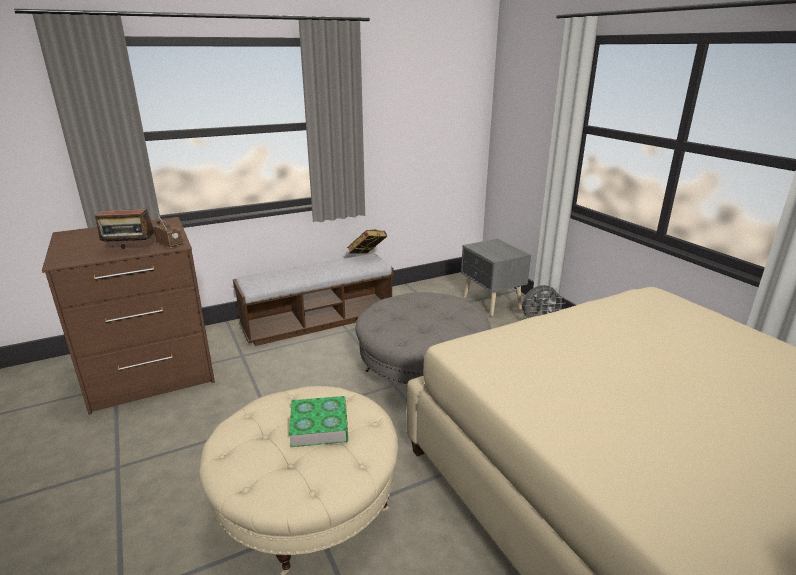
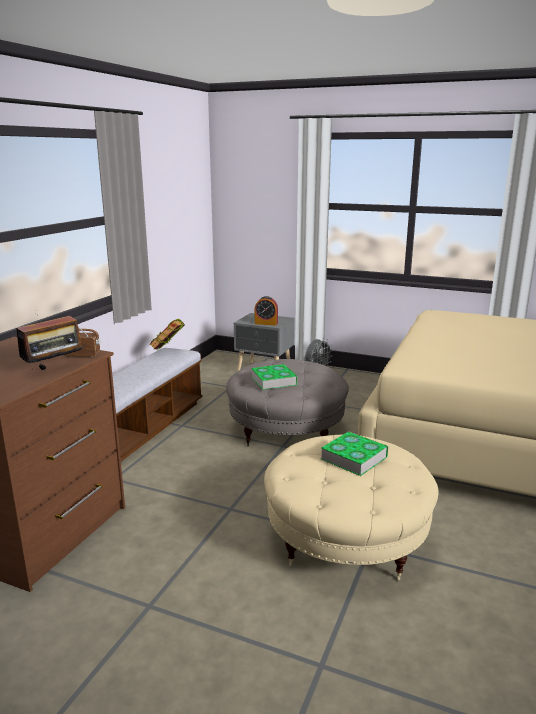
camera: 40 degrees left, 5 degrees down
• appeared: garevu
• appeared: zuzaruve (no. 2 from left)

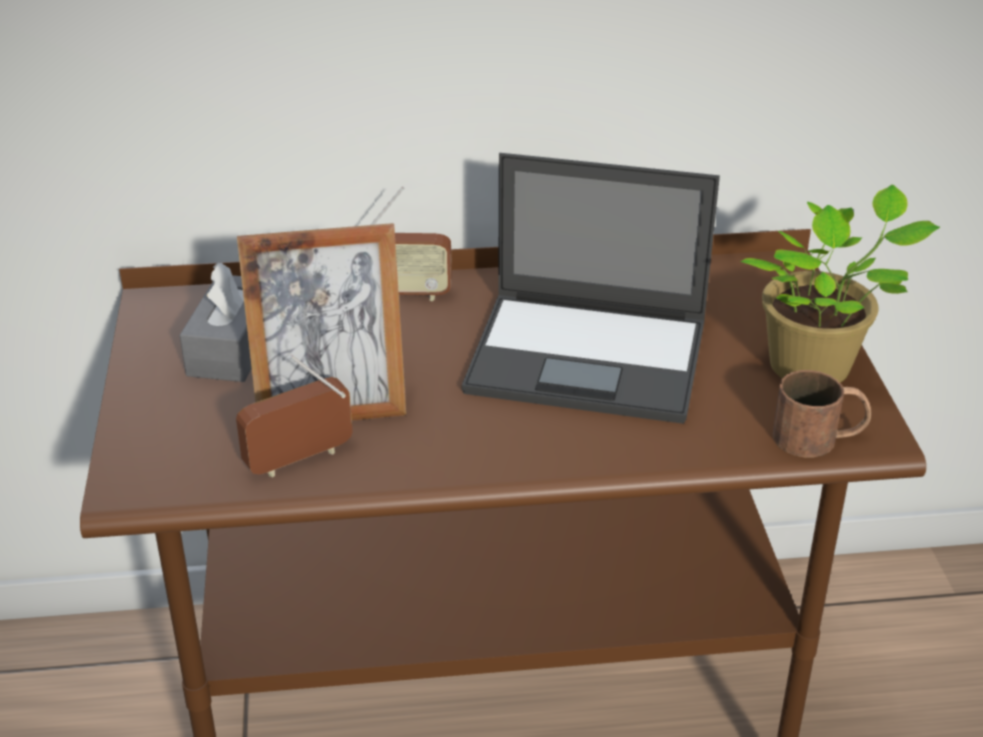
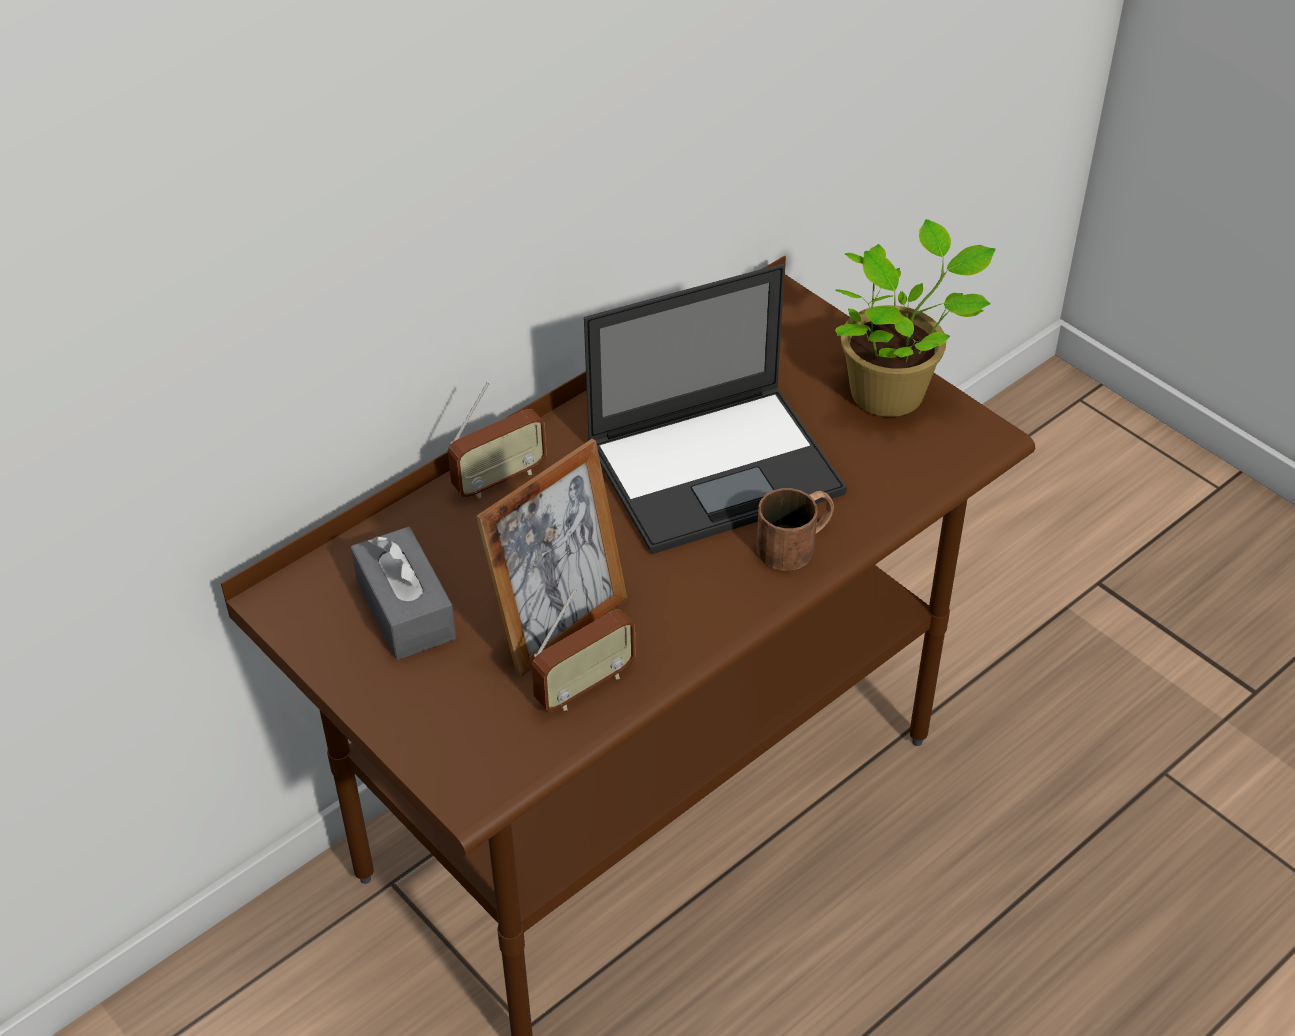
camera: 35 degrees left, 10 degrees up
• spun: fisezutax (no. 1 from left in the first image) 150 degrees counterclockwise
• relocated: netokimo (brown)

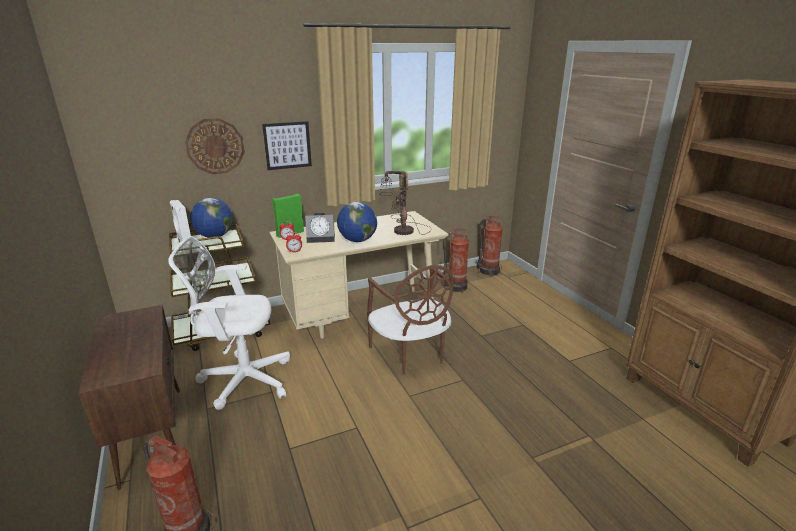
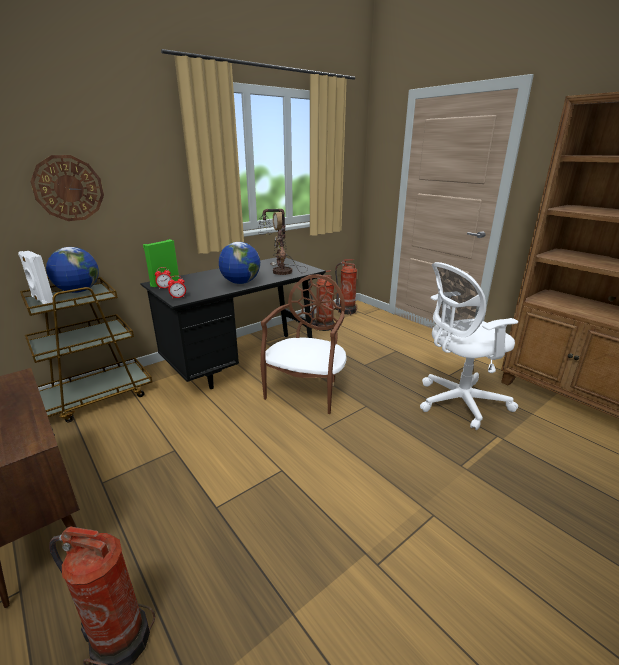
camera: 15 degrees left, 0 degrees up
• missing: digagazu
• colour: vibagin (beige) to vibagin (black)
• missing: garevu (no. 3 from left)
• relocated: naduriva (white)
• spun: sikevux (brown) 120 degrees counterclockwise

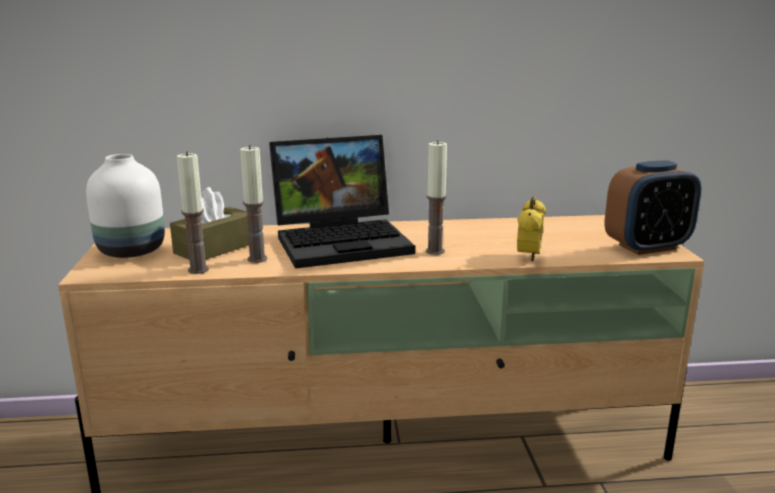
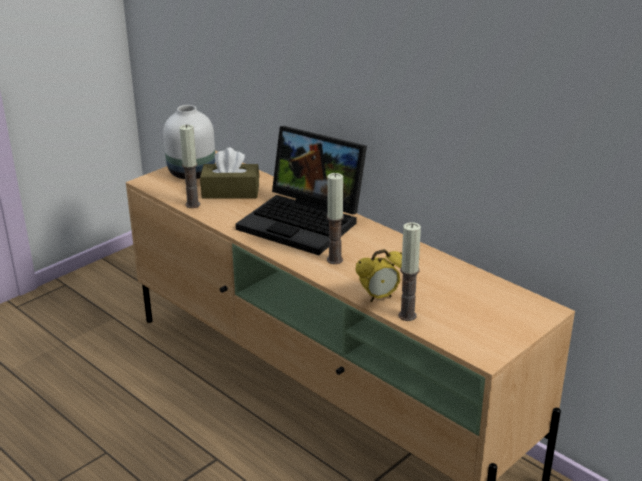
camera: 50 degrees right, 10 degrees up
• relocated: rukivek (no. 2 from left in the first image) to rukivek (no. 3 from left)
• missing: garevu (no. 2 from left)

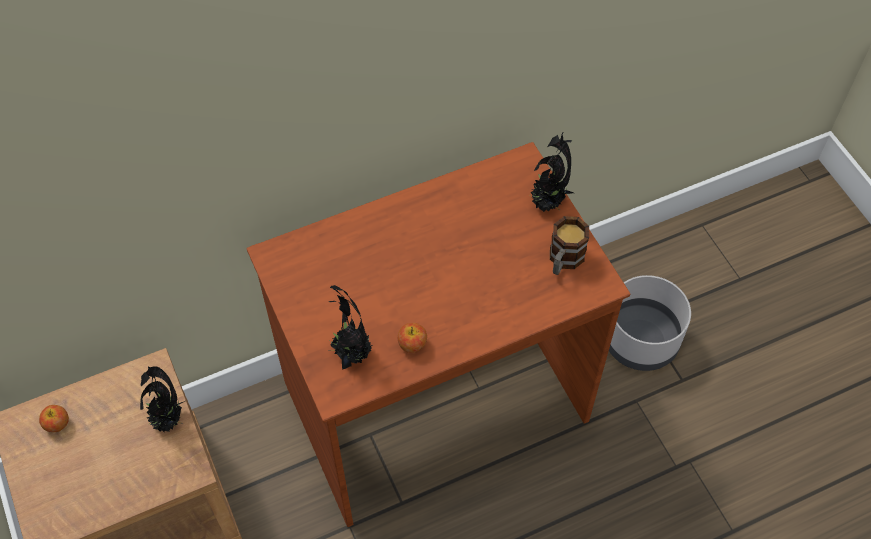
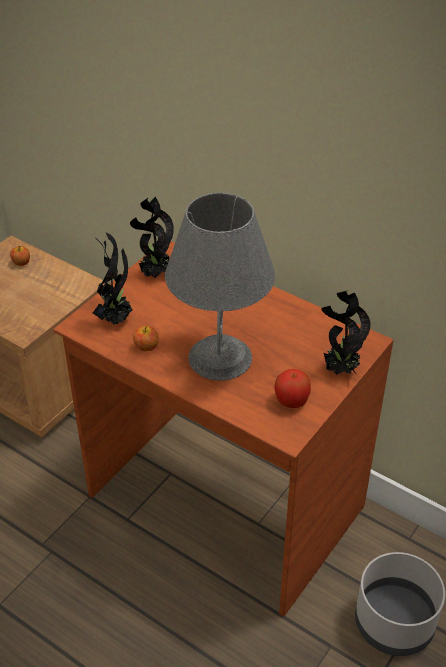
camera: 60 degrees right, 15 degrees down
• exchanged: netokimo to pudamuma (no. 3 from left)
• relocated: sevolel (no. 1 from left in the first image) to sevolel (no. 2 from left)
• appeared: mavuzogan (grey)

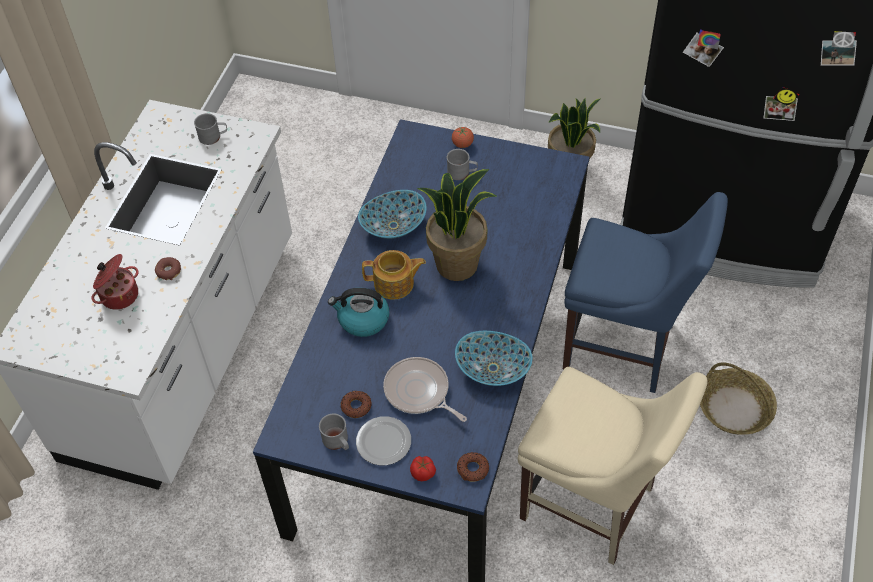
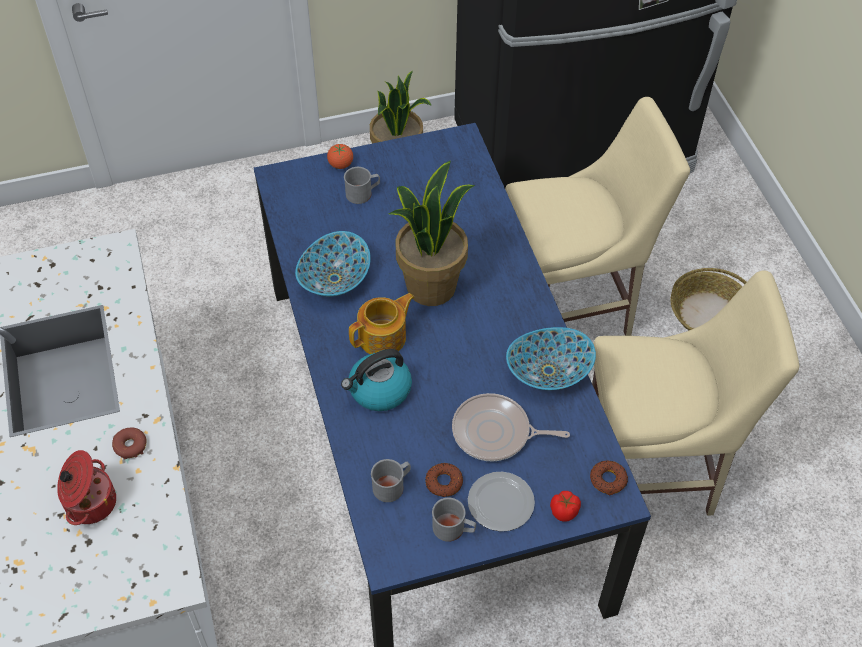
camera: 35 degrees left, 0 degrees up
• relocated: netokimo (grey) (no. 1 from left in the first image) to netokimo (grey) (no. 2 from left)
• colour: sikevux (blue) to sikevux (beige) (no. 1 from left)

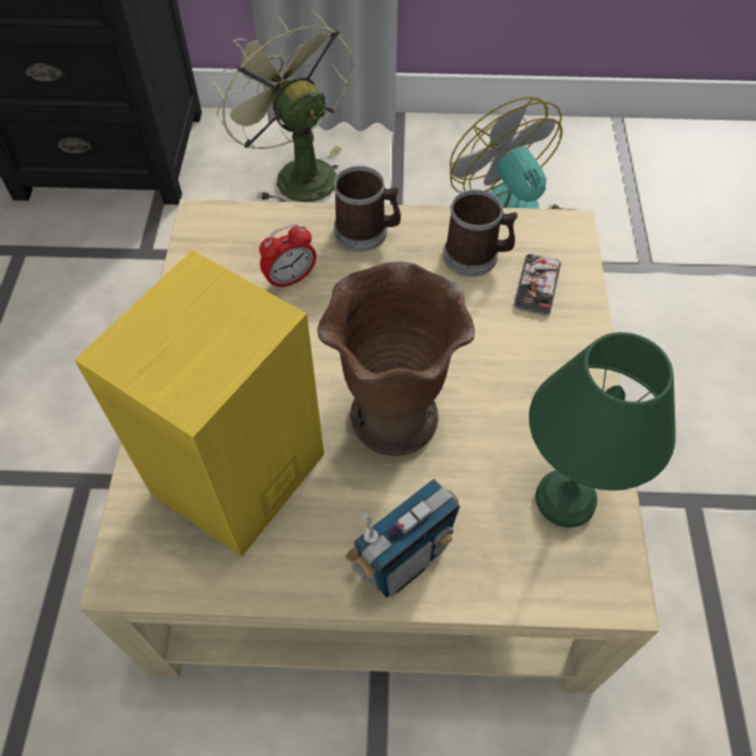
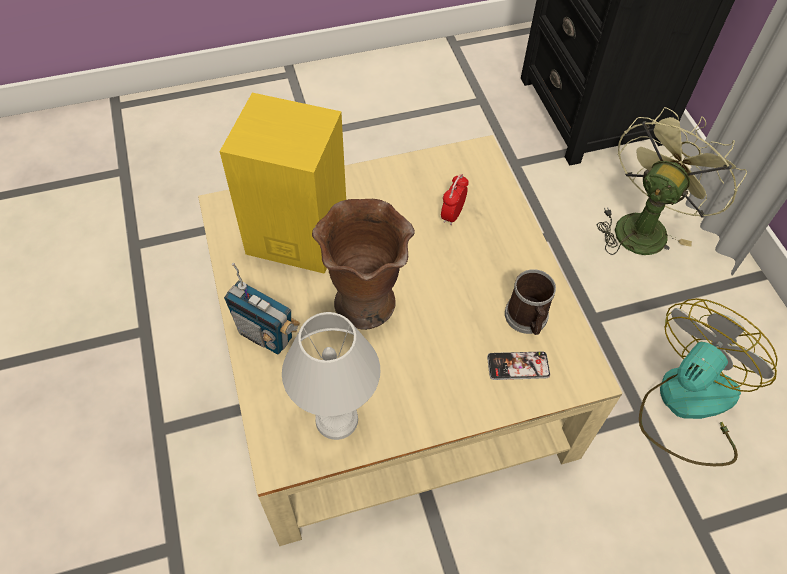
camera: 70 degrees right, 0 degrees up
• missing: netokimo (no. 1 from left)
• spun: garevu 75 degrees clockwise
• colour: mavuzogan (green) to mavuzogan (white)

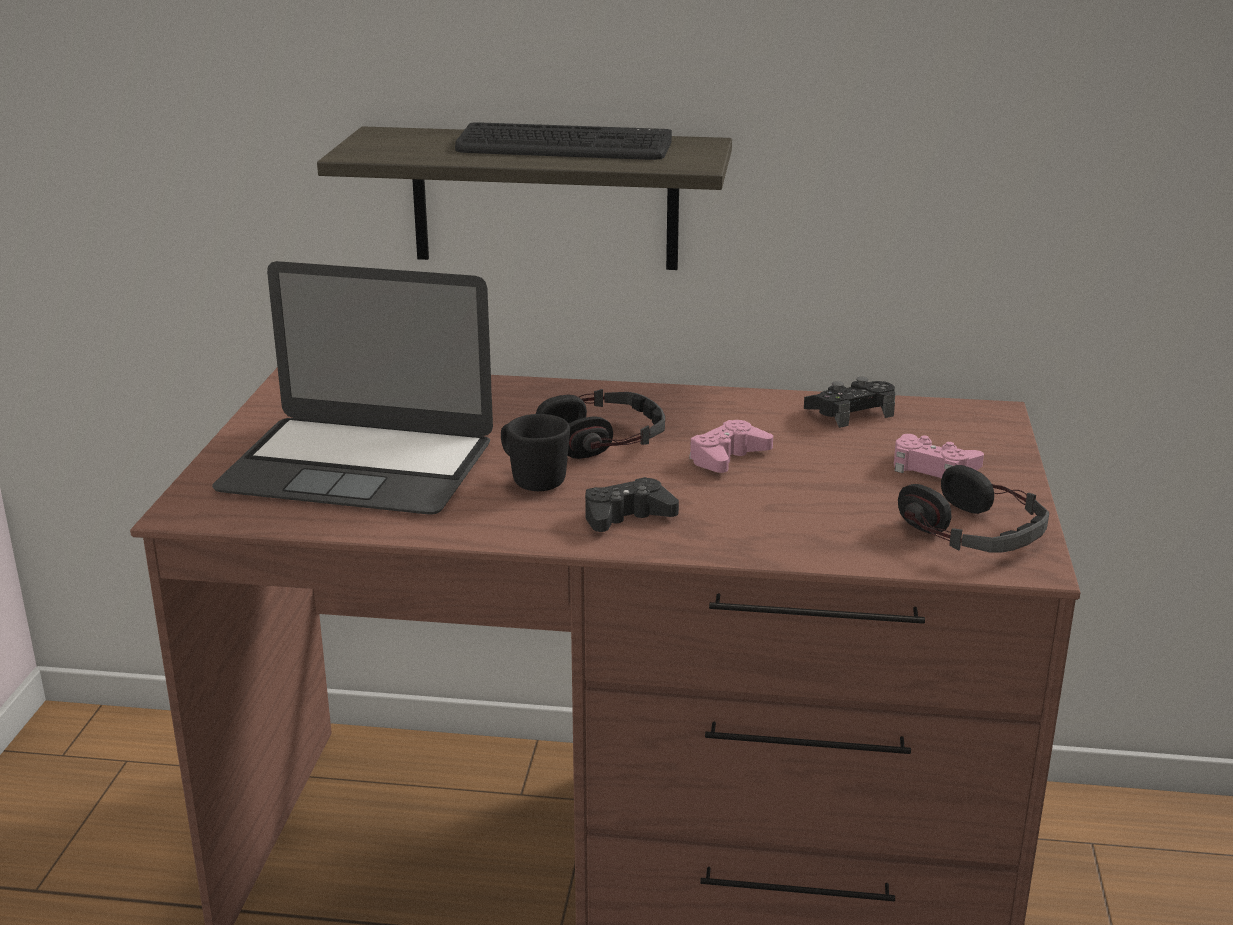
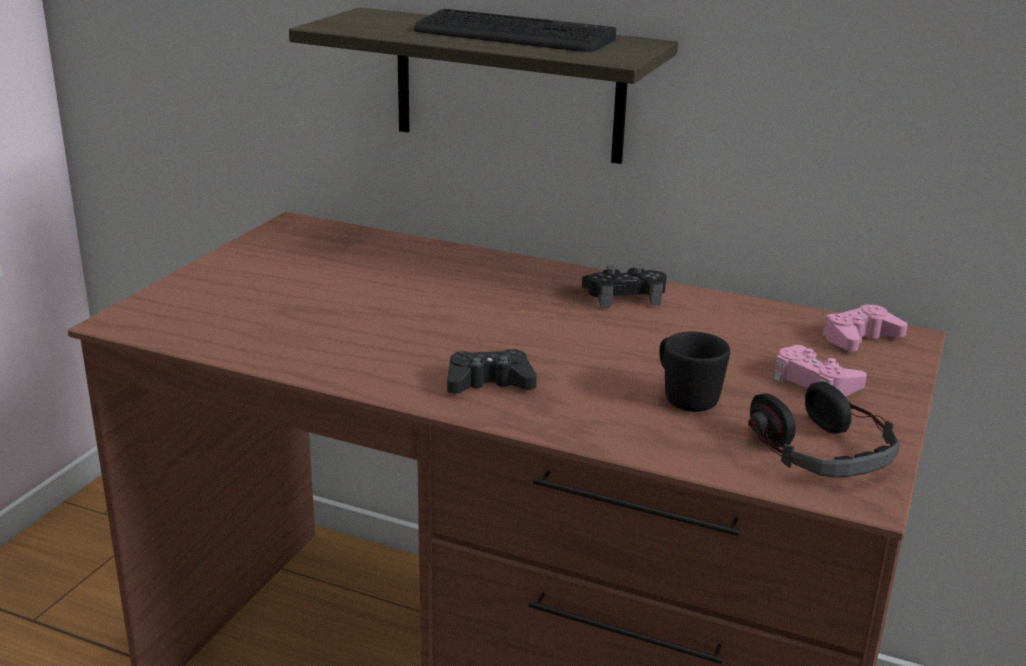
camera: 15 degrees right, 0 degrees up
• missing: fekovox
• relocated: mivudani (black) (no. 2 from left)
• missing: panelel (no. 1 from left)
• relocated: netokimo (black)
• relocated: mivudani (pink) (no. 1 from left in the first image) to mivudani (pink) (no. 2 from left)

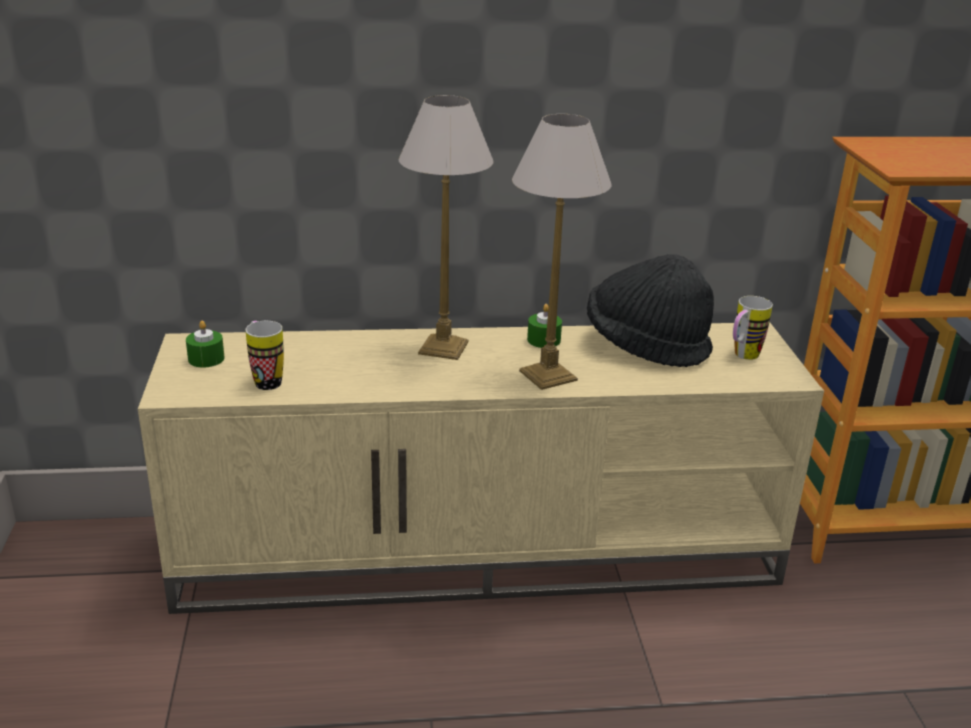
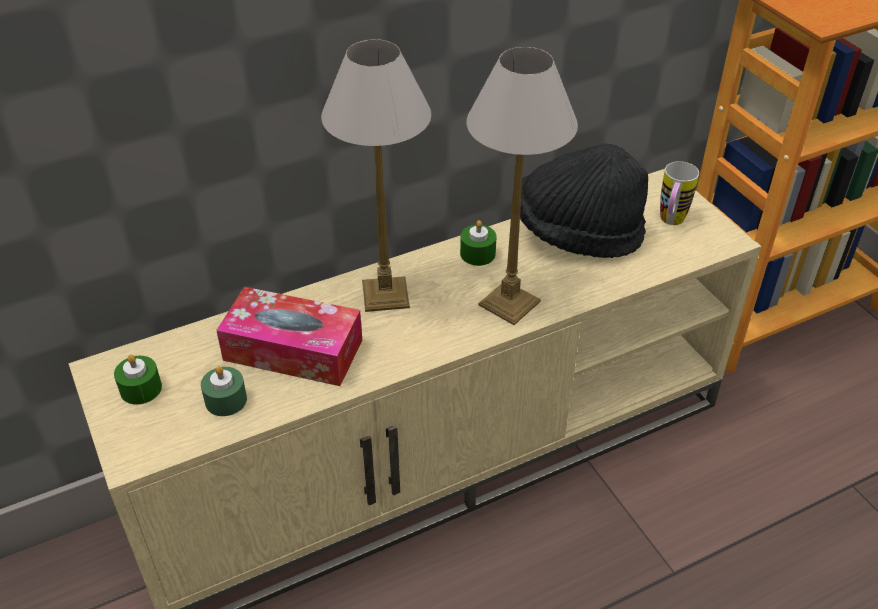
camera: 20 degrees left, 15 degrees up
• exchanged: netokimo (no. 1 from left) to rukivek (green) (no. 2 from left)
• appeared: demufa

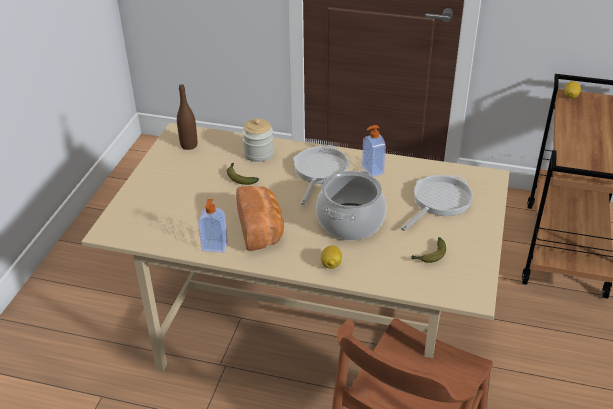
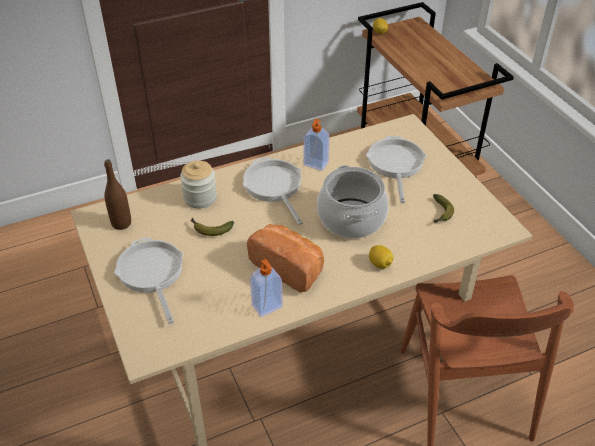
camera: 40 degrees left, 5 degrees up
• appeared: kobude (no. 1 from left)

